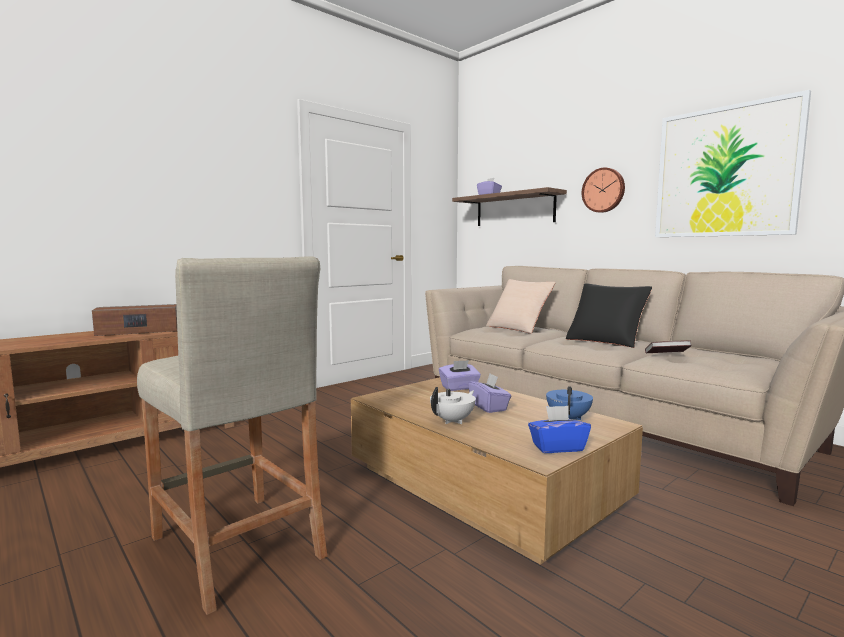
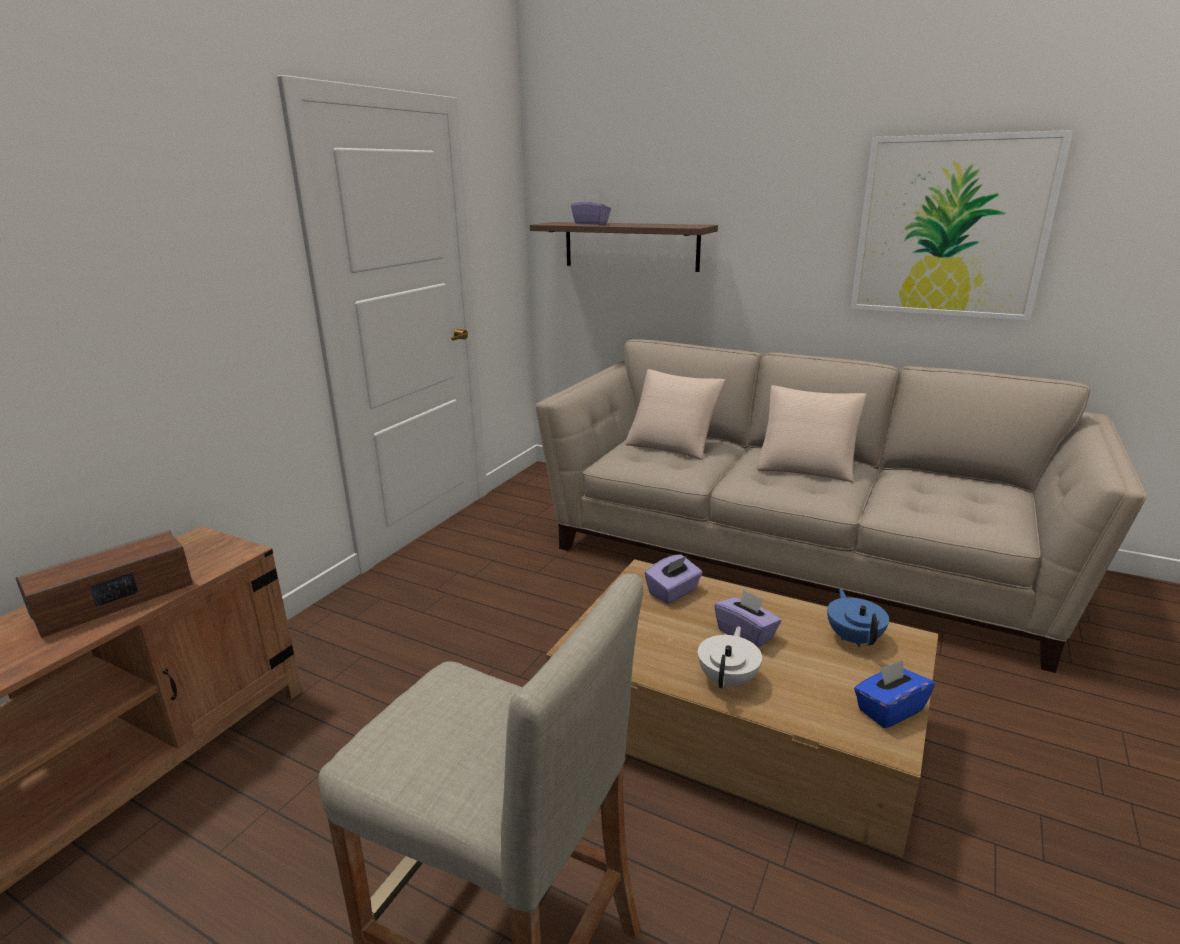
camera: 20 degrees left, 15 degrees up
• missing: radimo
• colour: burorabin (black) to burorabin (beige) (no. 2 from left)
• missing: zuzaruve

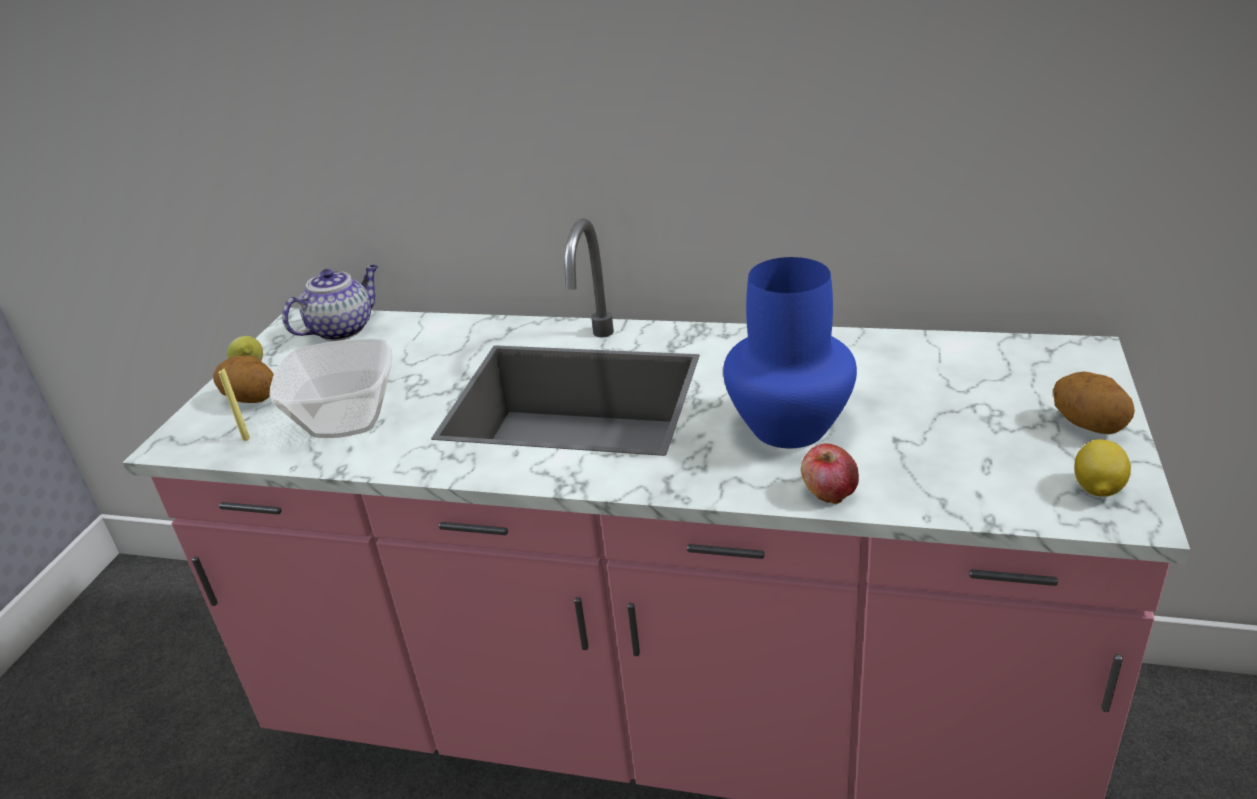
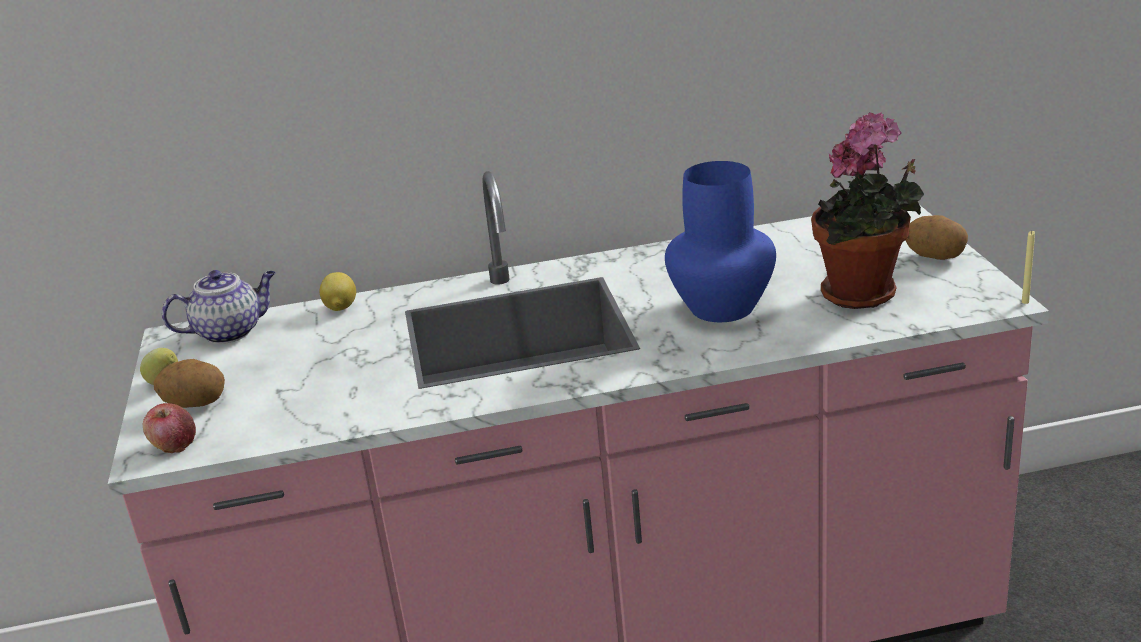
camera: 25 degrees left, 5 degrees down
• spun: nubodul 45 degrees clockwise
• missing: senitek
• relocated: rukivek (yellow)
• relocated: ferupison (no. 2 from left)
• relocated: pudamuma
• appeared: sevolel

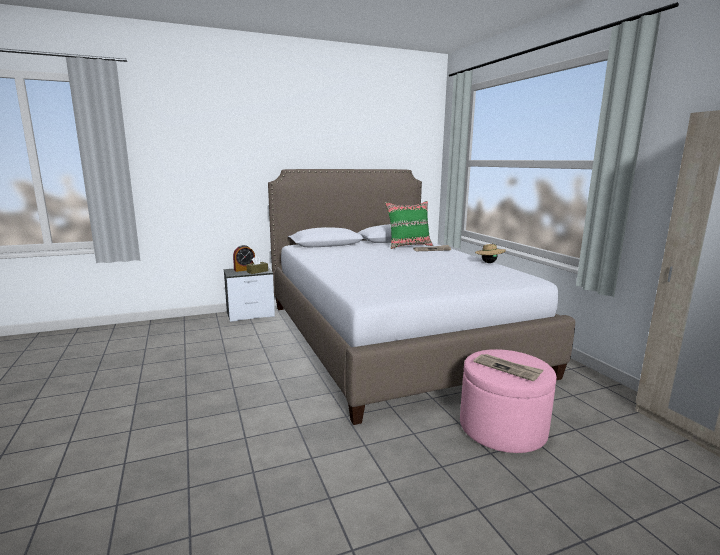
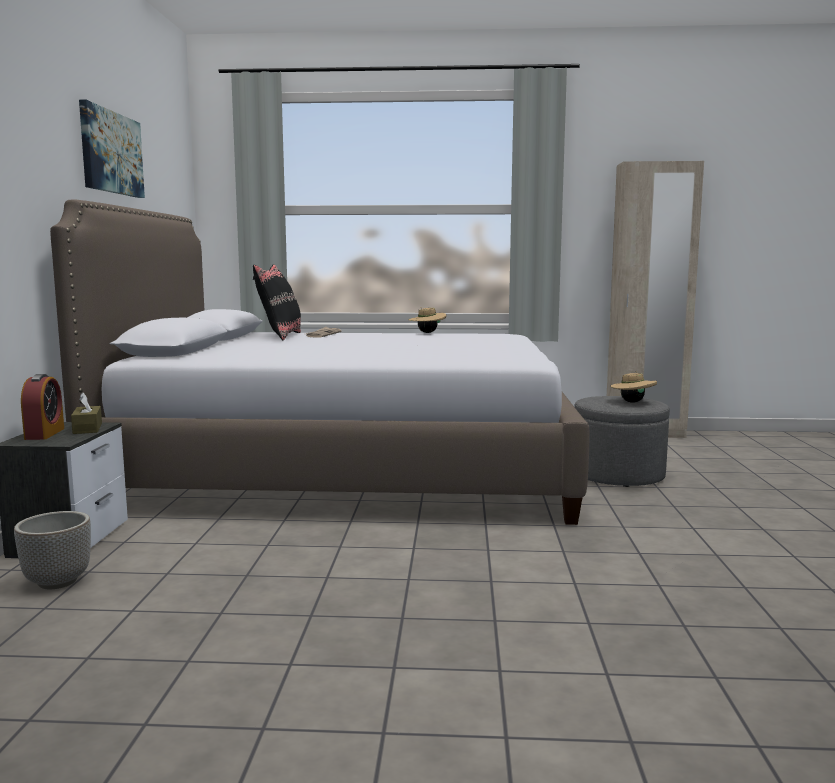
camera: 65 degrees left, 5 degrees down
• colour: burorabin (green) to burorabin (black)
• colour: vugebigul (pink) to vugebigul (grey)
• exchanged: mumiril (no. 2 from left) to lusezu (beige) (no. 2 from left)
• appeared: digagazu
• appeared: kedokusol

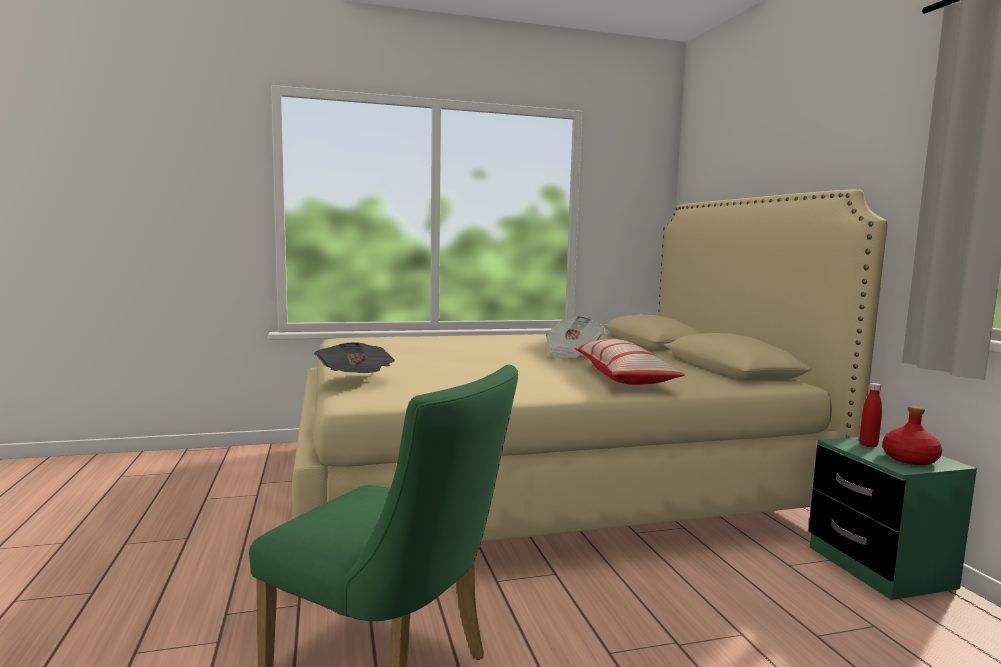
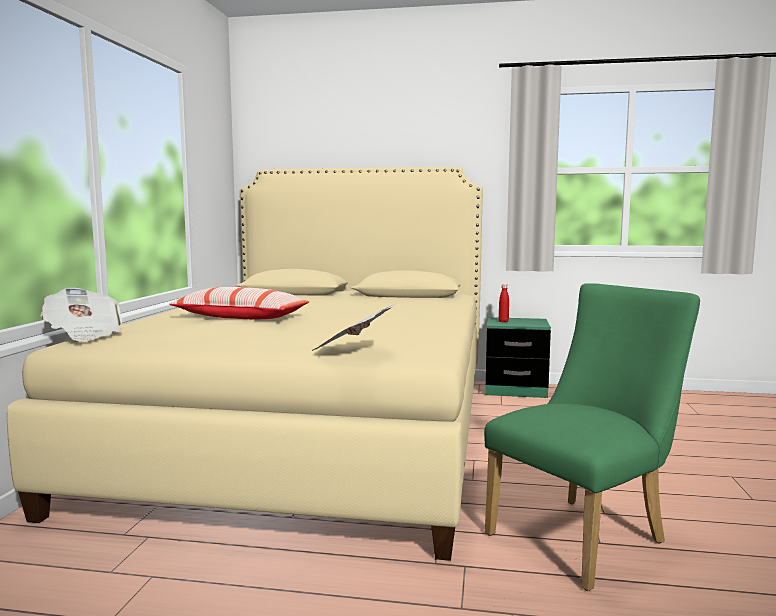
camera: 65 degrees left, 0 degrees up
• relocated: mumiril (no. 2 from left in the first image) to mumiril (no. 1 from left)
• relocated: burorabin
• missing: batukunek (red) (no. 2 from left)

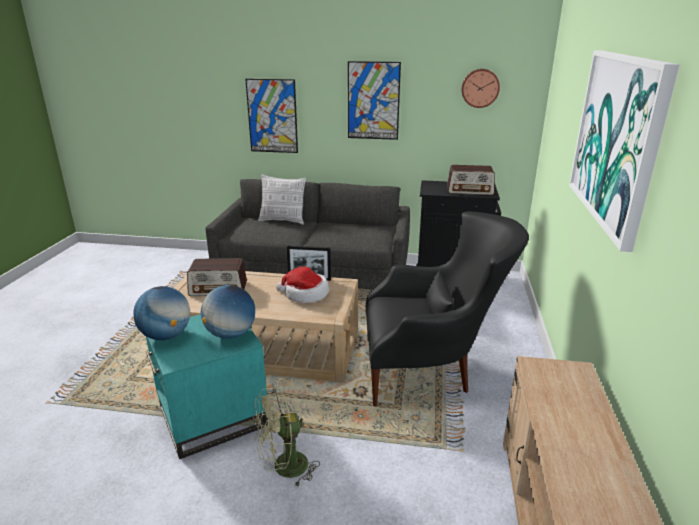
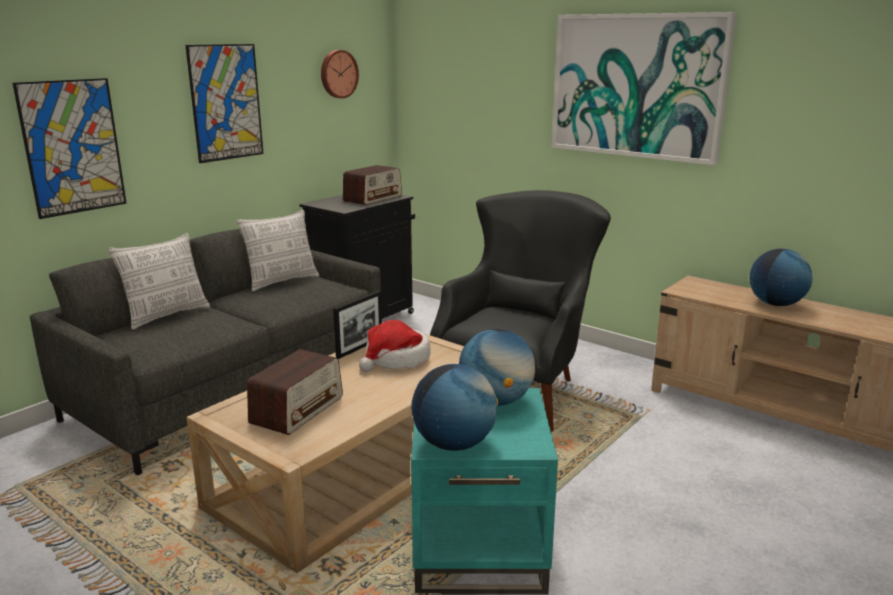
camera: 60 degrees left, 5 degrees down
• missing: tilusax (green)
• appeared: burorabin (no. 2 from left)
• appeared: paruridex (no. 3 from left)

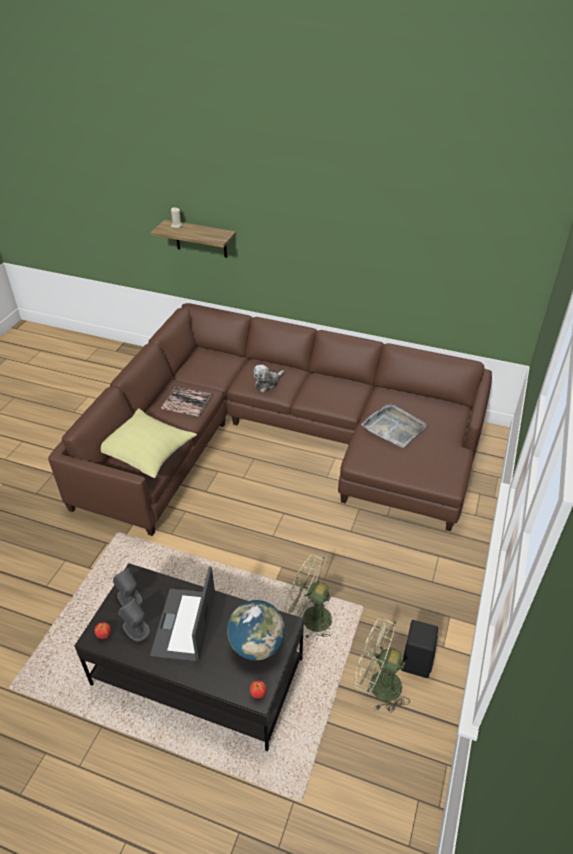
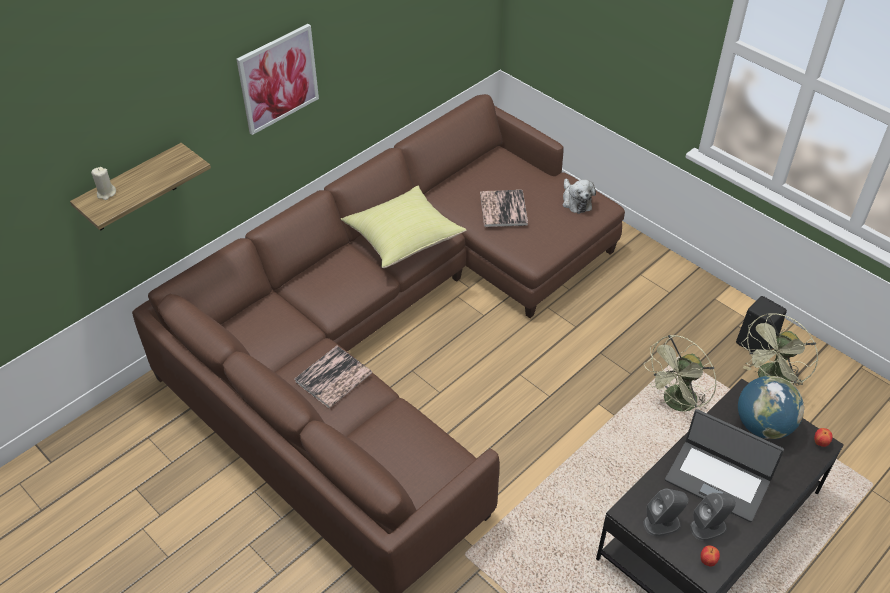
camera: 65 degrees left, 5 degrees up
• relocated: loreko
• exchanged: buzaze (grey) to zuzaruve (no. 2 from left)
• relocated: burorabin (yellow)
• appeared: digagazu

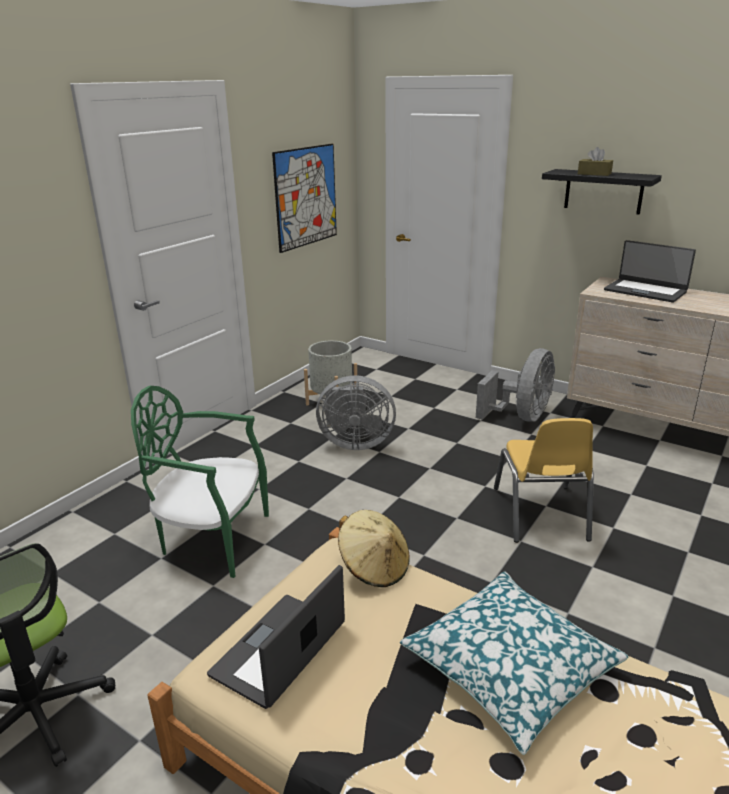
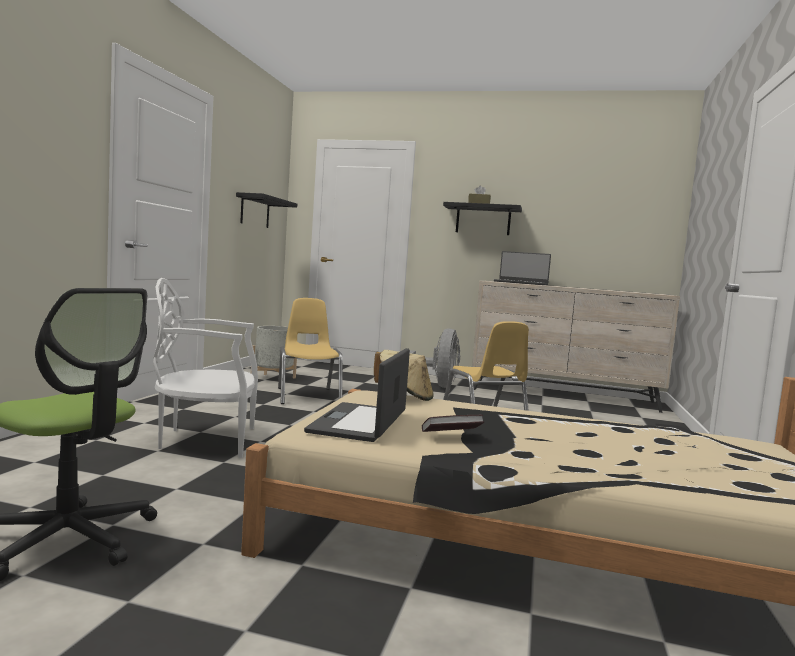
camera: 20 degrees left, 20 degrees down
• exchanged: digagazu to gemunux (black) (no. 1 from left)
• exchanged: tilusax (grey) (no. 1 from left) to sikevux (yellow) (no. 1 from left)
• colour: sikevux (green) to sikevux (white)
• missing: burorabin
• appeared: zuzaruve

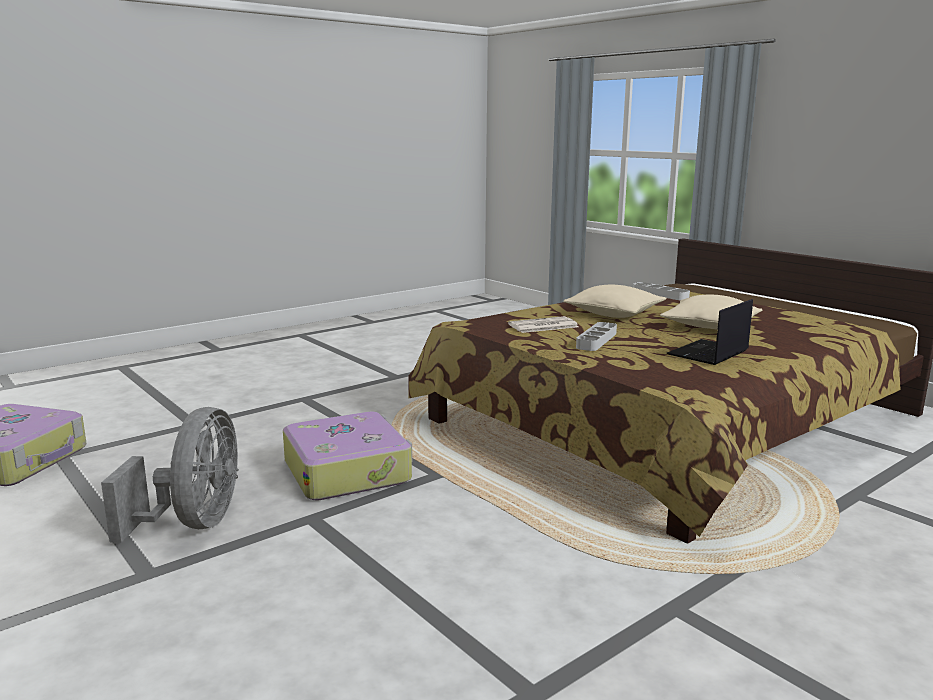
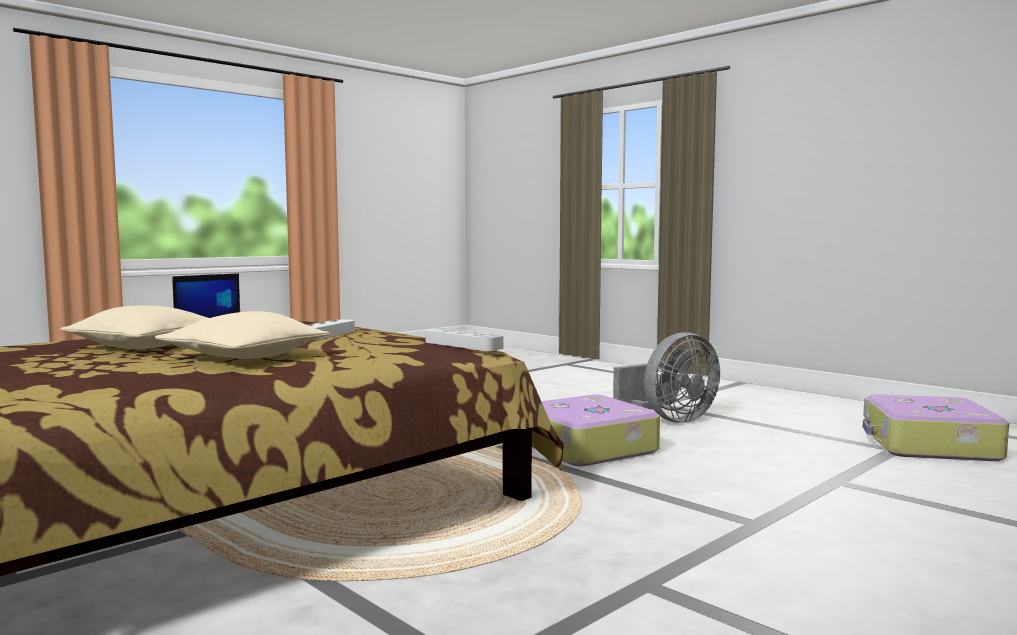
camera: 175 degrees right, 10 degrees down
• relocated: buzaze (grey) (no. 2 from left)
• missing: mumiril
• spun: tilusax (grey) 120 degrees counterclockwise

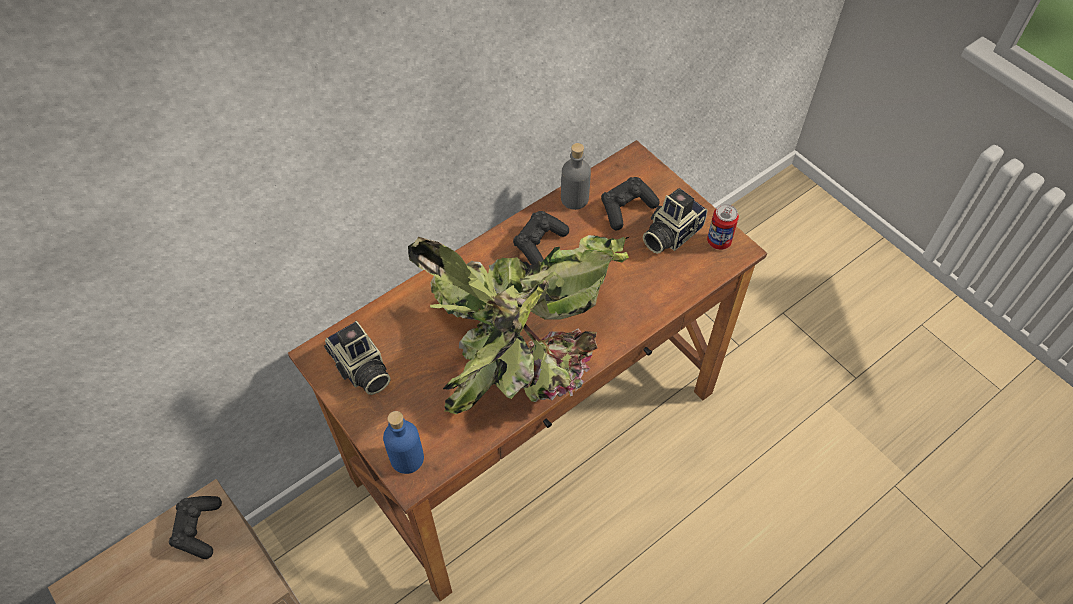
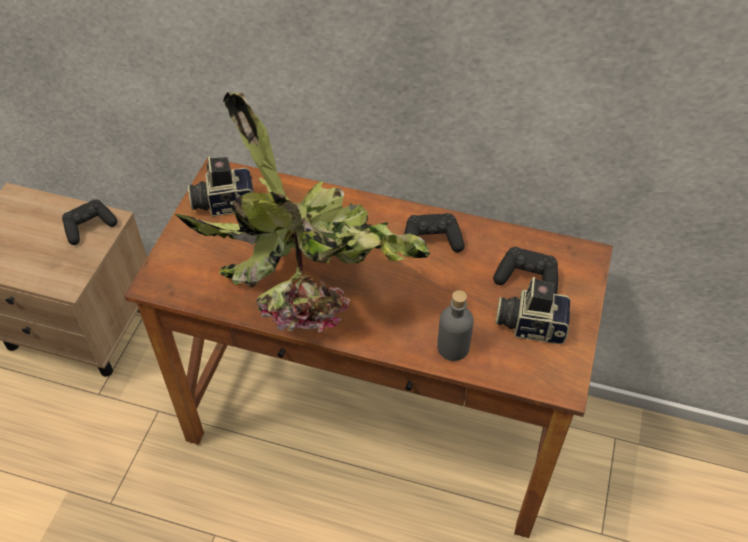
camera: 55 degrees right, 5 degrees down
• relocated: batukunek (grey)
• missing: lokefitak
• spun: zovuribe (no. 1 from left) 60 degrees clockwise
• missing: batukunek (blue)

